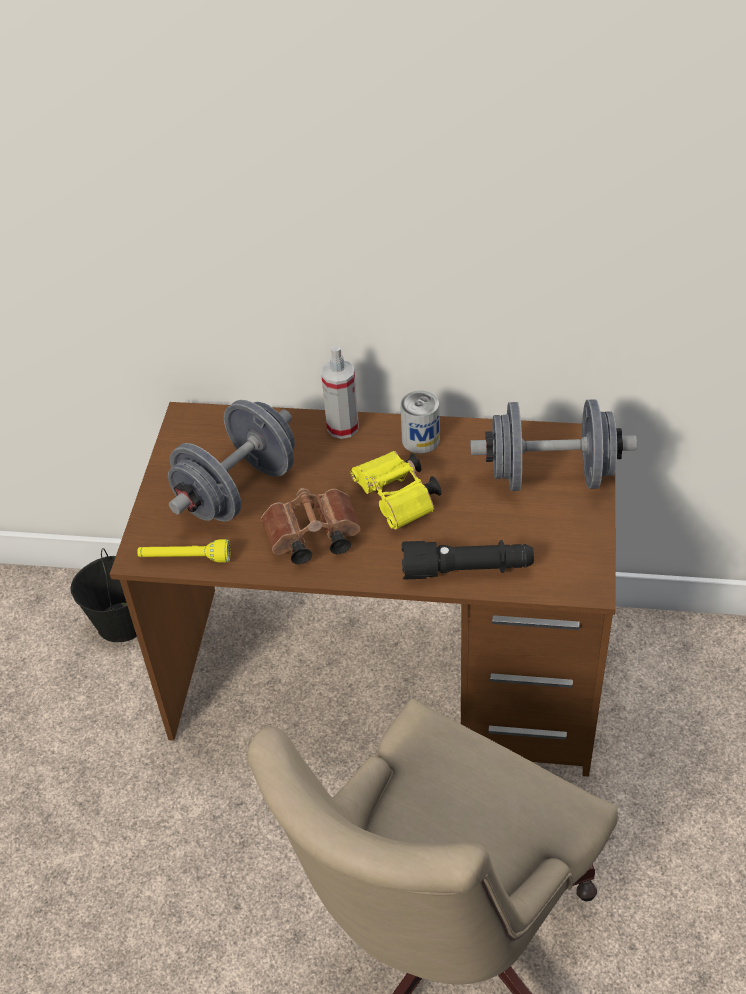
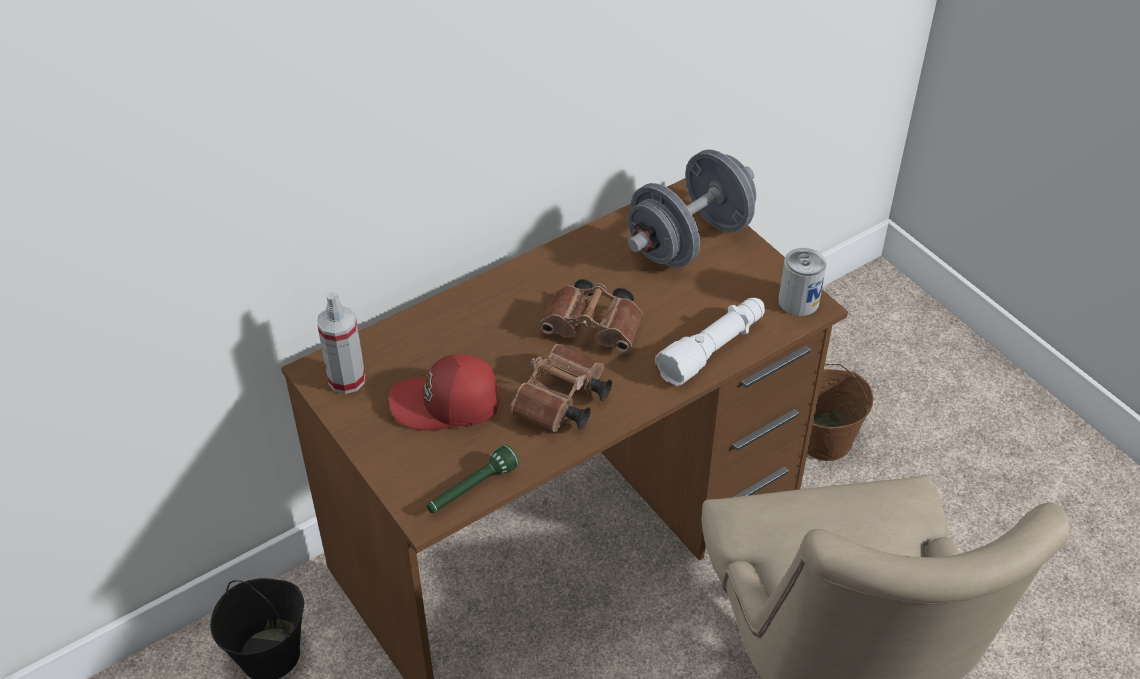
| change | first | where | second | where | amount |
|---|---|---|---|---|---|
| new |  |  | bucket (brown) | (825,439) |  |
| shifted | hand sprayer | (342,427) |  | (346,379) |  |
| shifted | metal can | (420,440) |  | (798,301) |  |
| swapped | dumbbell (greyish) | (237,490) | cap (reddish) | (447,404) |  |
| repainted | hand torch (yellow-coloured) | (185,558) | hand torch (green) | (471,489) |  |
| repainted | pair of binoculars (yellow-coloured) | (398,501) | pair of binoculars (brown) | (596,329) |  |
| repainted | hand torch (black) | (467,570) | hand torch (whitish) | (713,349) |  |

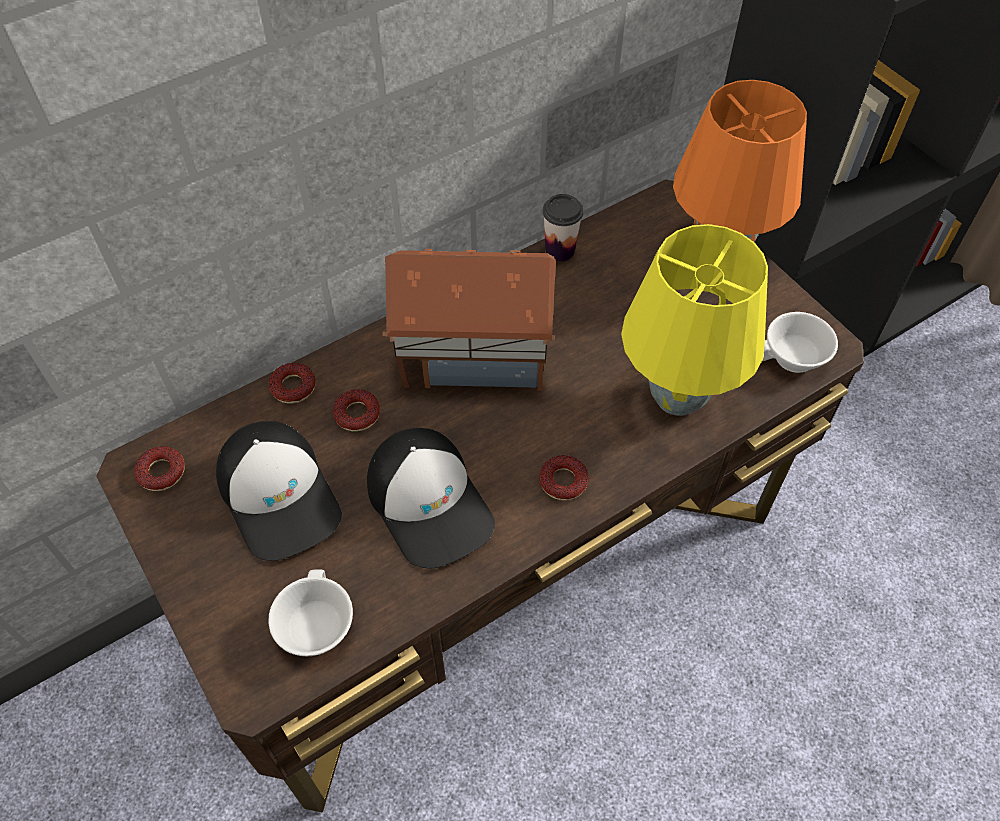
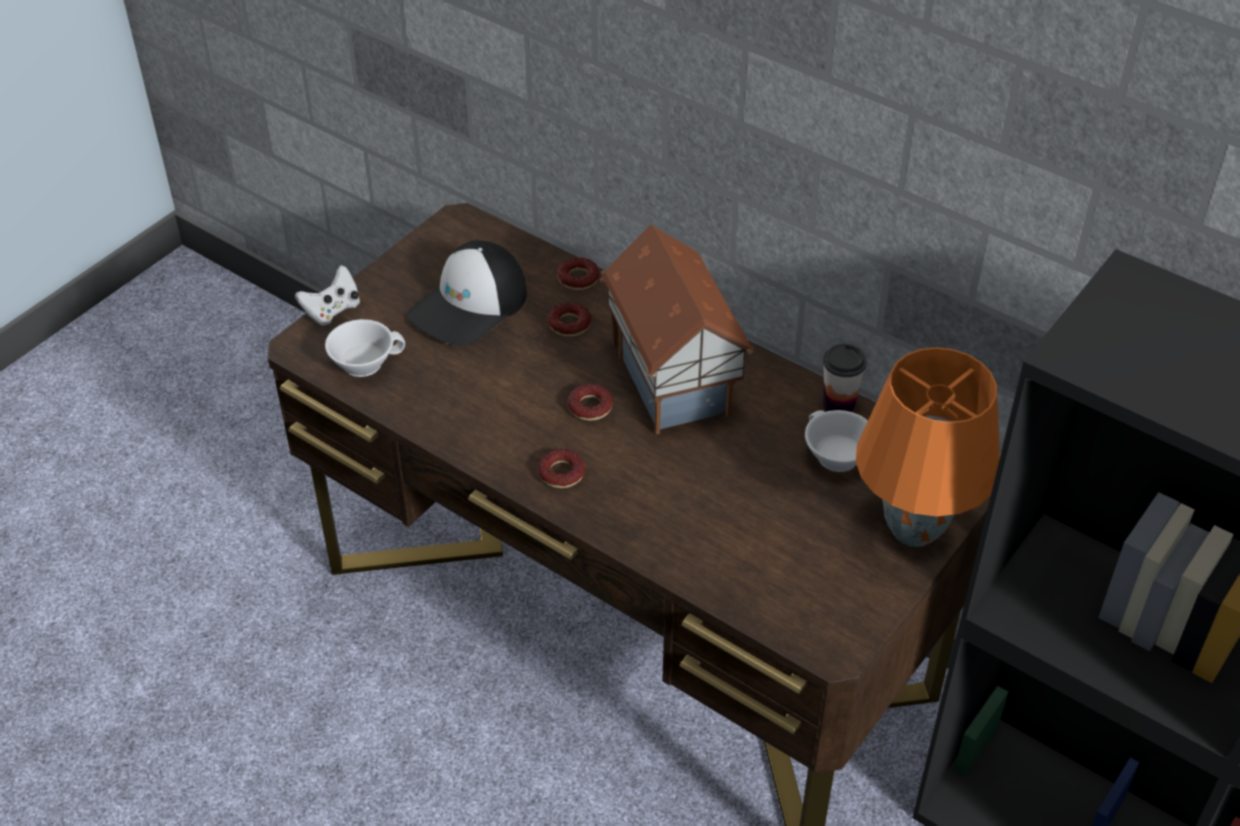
| change | first | where | second | where | amount |
|---|---|---|---|---|---|
| gone | cap | (430,502) |  |  |  |
| gone | tabletop lamp (yellow-coloured) | (678,397) |  |  |  |
| new |  |  | gamepad (whitish) | (332,310) |  |
| shifted | donut | (161,472) |  | (590,407) |  |
| shifted | small cup (whitish) | (793,359) |  | (834,456) |  |

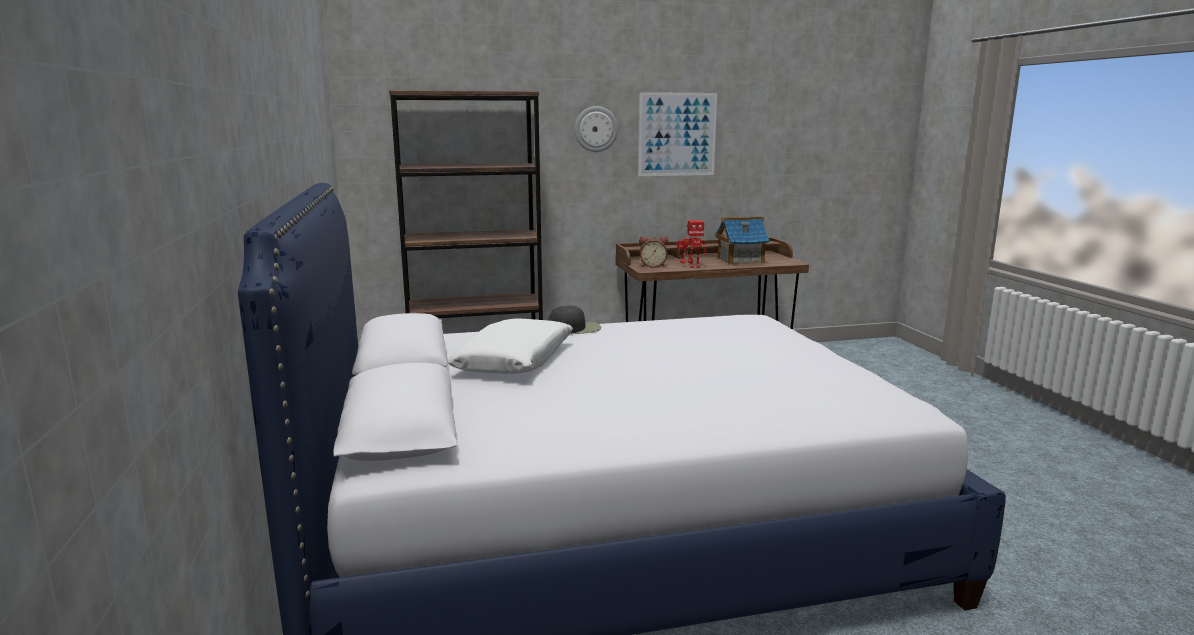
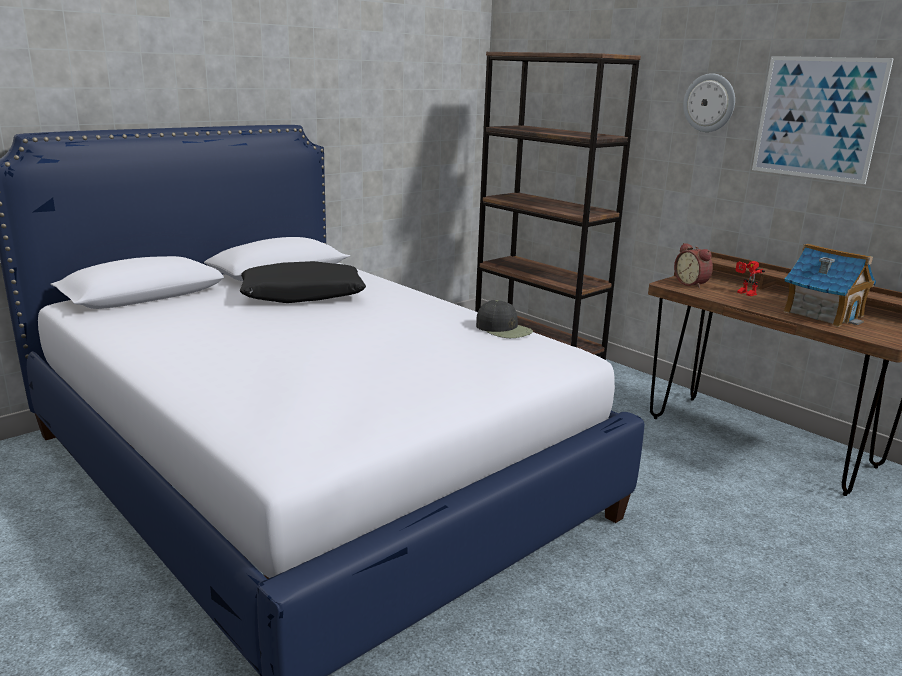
| change | first | where | second | where | amount |
|---|---|---|---|---|---|
| gone | model robot | (694,267) |  |  |  |
| shifted | cap (black) | (575,328) |  | (504,329) |  |
| repainted | pillow (whitish) | (515,360) | pillow (black) | (302,295) |  |

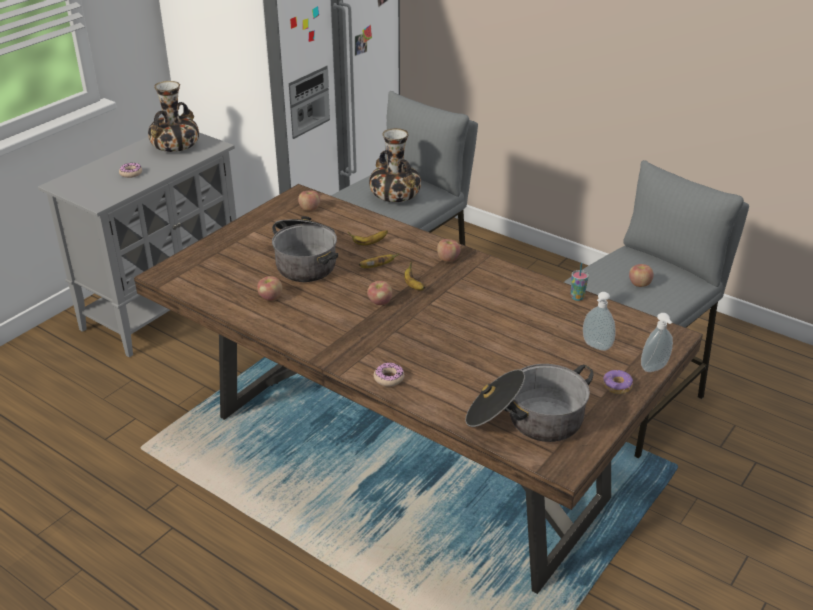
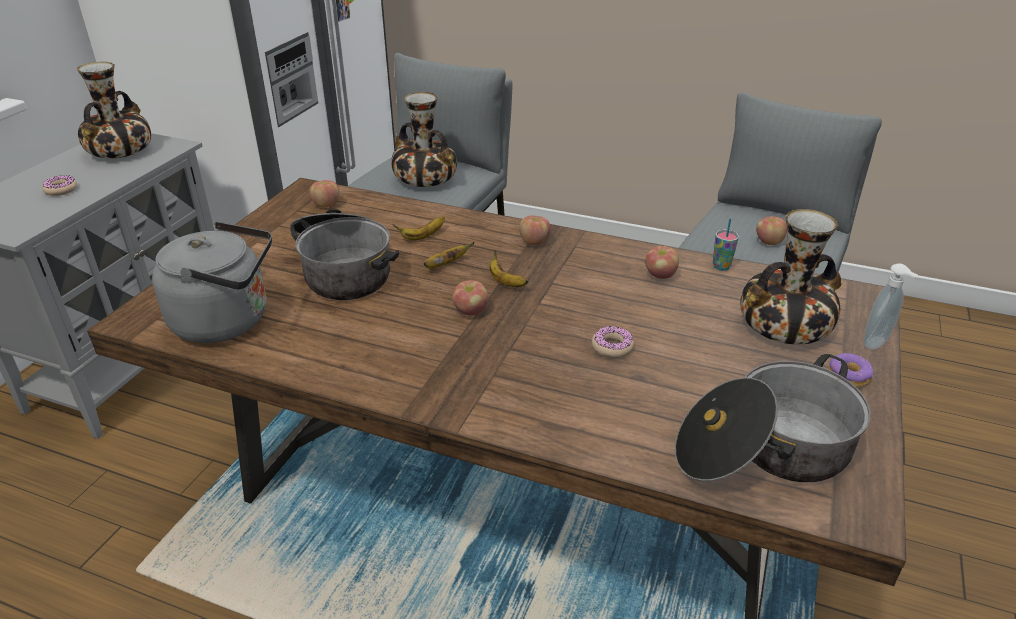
| change | first | where | second | where | amount |
|---|---|---|---|---|---|
| new |  |  | tea kettle (greyish) | (228,321) |  |
| shifted | apple | (270,298) |  | (660,275) |  |
| shifted | donut | (389,378) |  | (612,347) |  |
| swapped | soap bottle | (595,347) | decorative vase | (785,326) |  |

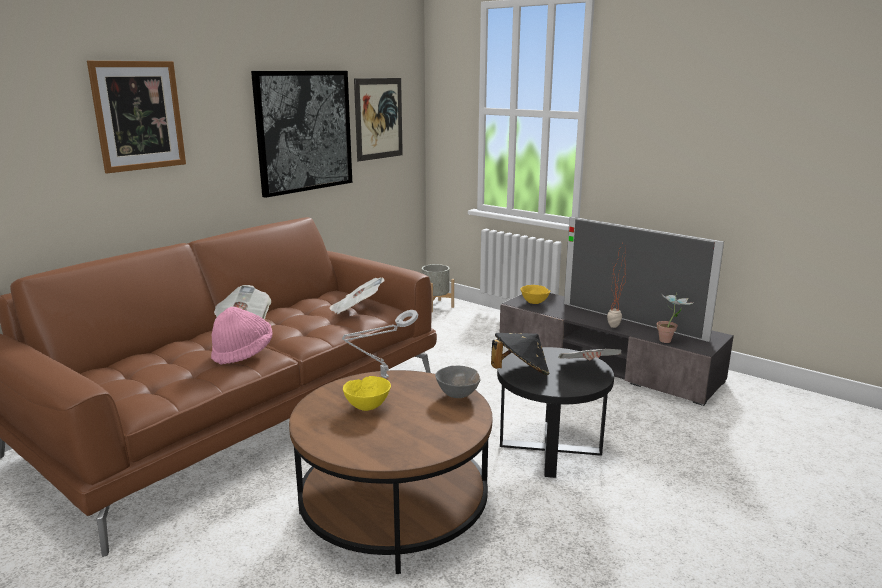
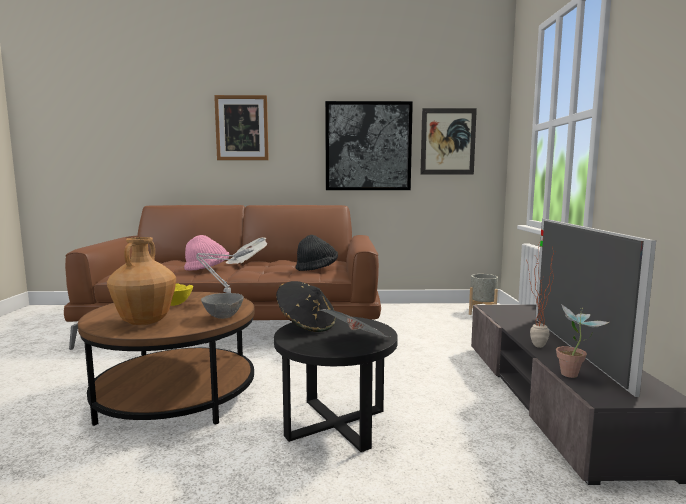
| change | first | where | second | where | amount |
|---|---|---|---|---|---|
| gone | serving bowl (yellow-coloured) | (534,303) |  |  |  |
| new |  |  | decorative vase (brown) | (145,322) |  |
| swapped | daily paper | (356,309) | wearable hat (black) | (317,268) |  |

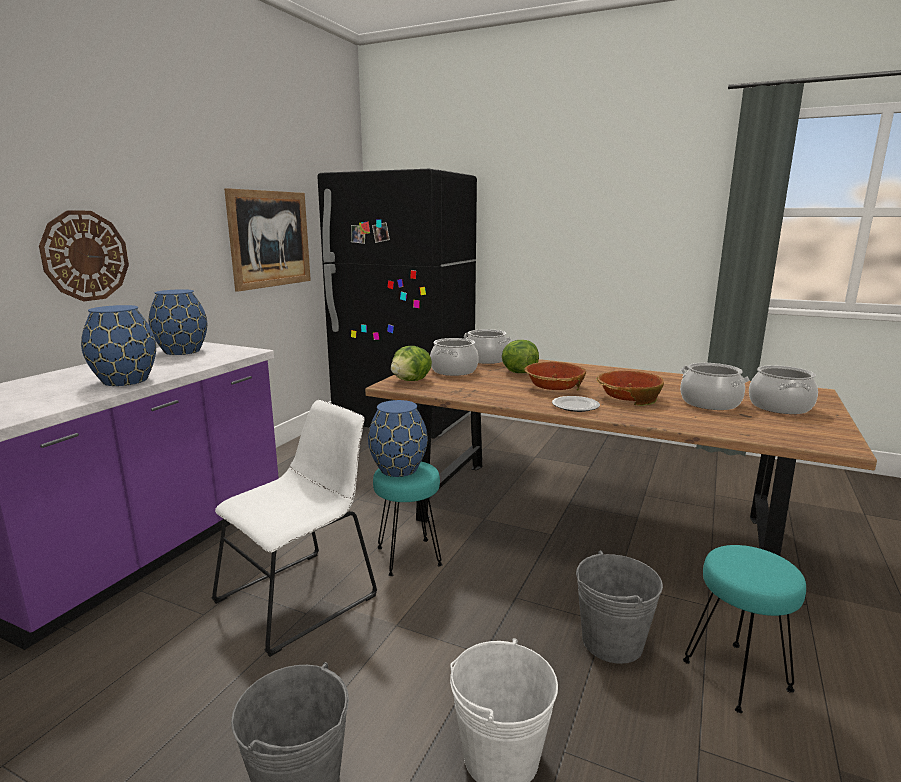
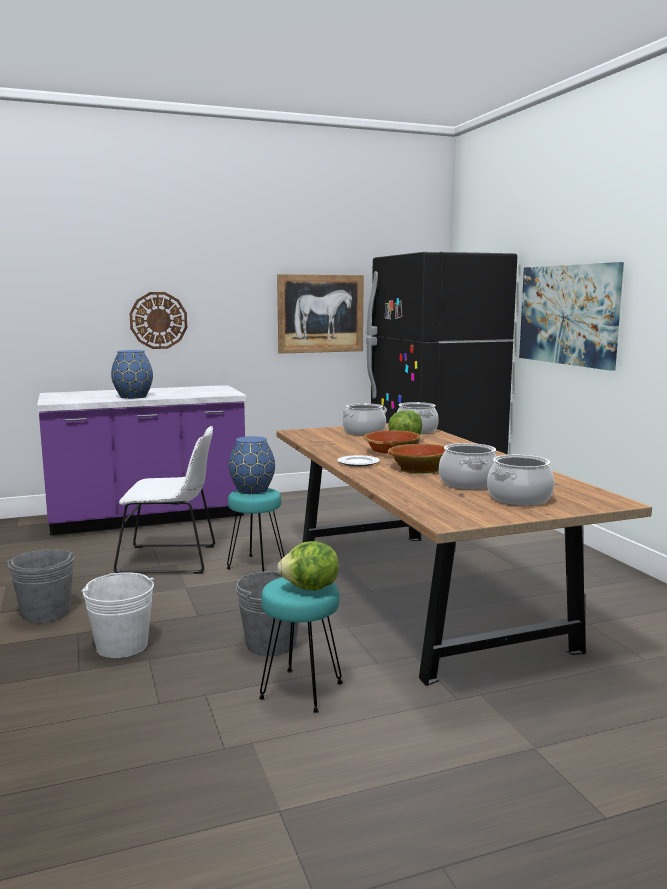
| change | first | where | second | where | amount |
|---|---|---|---|---|---|
| gone | decorative vase (blue) | (182,351) |  |  |  |
| new |  |  | picture | (568,314) |  |
| shifted | lettuce head | (411,381) |  | (310,589) |  |

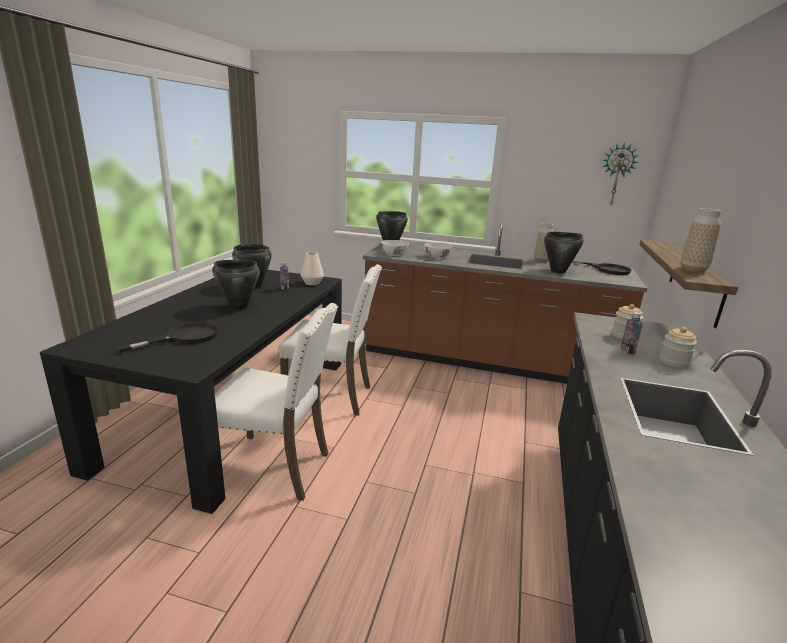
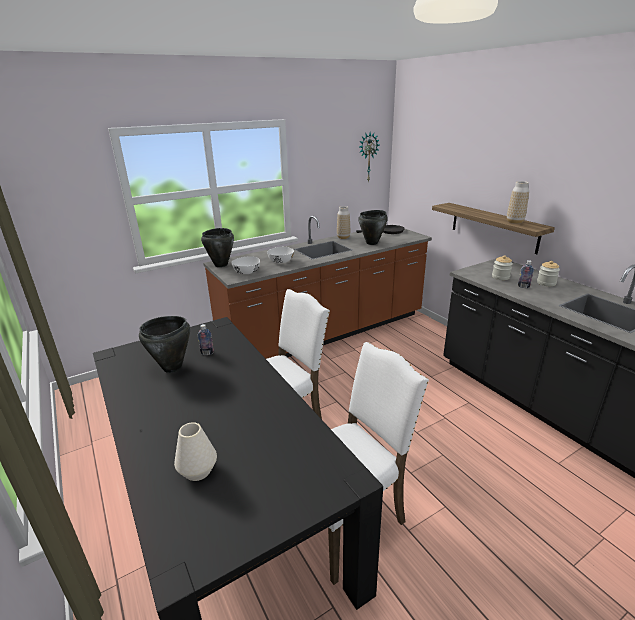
| change | first | where | second | where | amount |
|---|---|---|---|---|---|
| gone | frying pan (black) | (185,337) |  |  |  |
| gone | cooking pot (black) | (238,307) |  |  |  |
| shifted | decorative vase (whitish) | (312,283) |  | (198,470) |  |

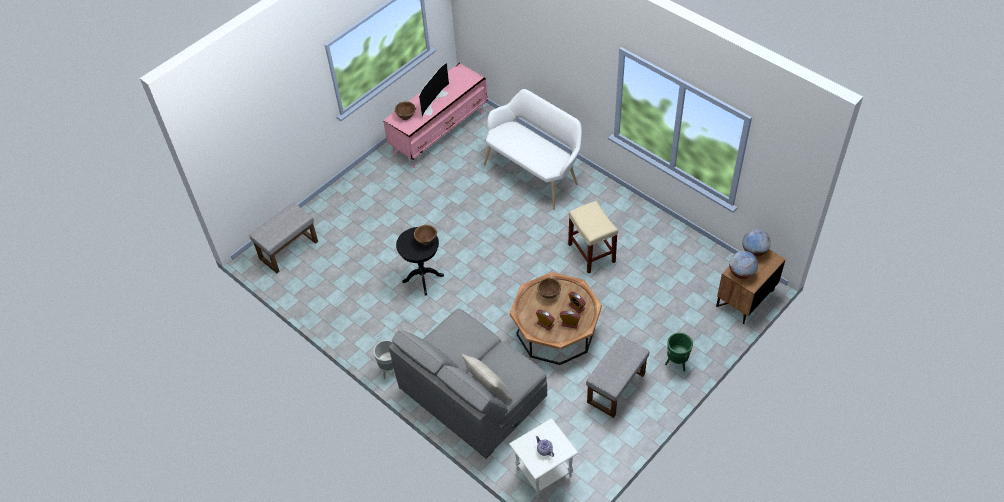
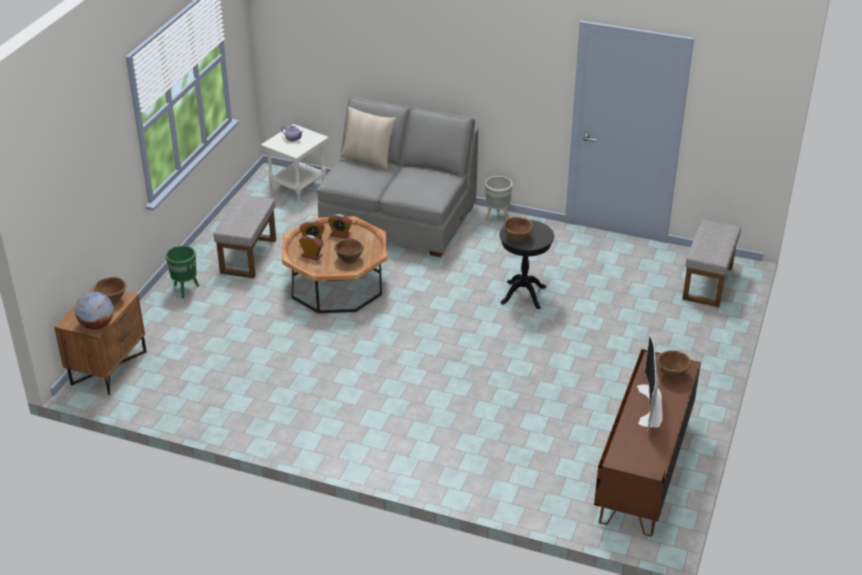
| change | first | where | second | where | amount |
|---|---|---|---|---|---|
| gone | bench (whitish) | (534,173) |  |  |  |
| gone | sitting stool (beige-coloured) | (592,253) |  |  |  |
| swapped | world globe | (741,273) | serving bowl (brown) | (112,299) |  |
| repainted | tv unit (pink-coloured) | (439,133) | tv unit (brown) | (643,470) |  |

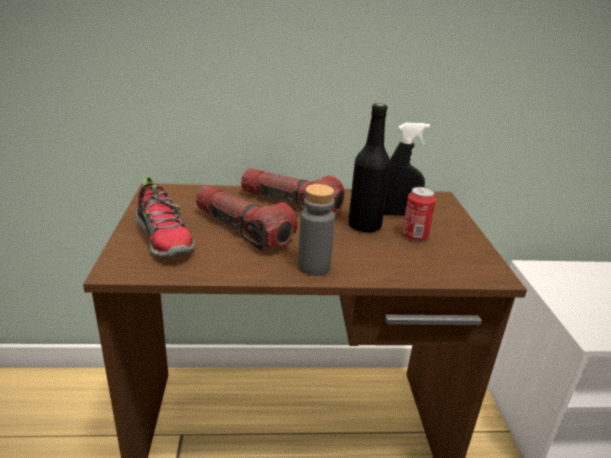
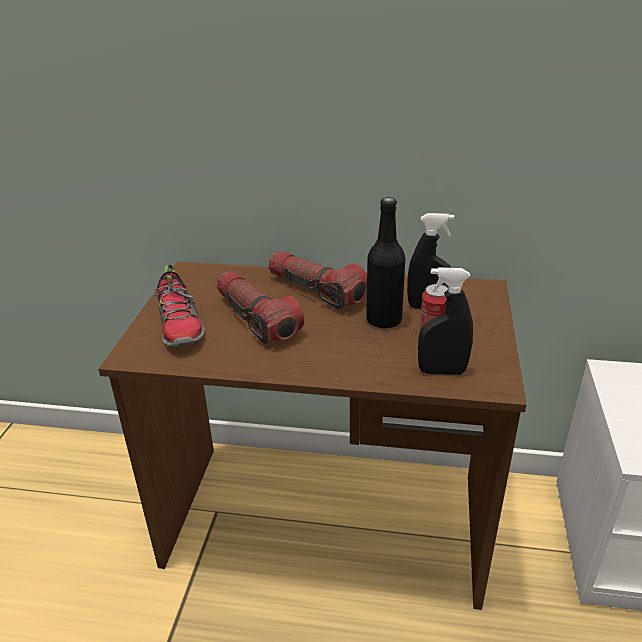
| change | first | where | second | where | amount |
|---|---|---|---|---|---|
| gone | beverage bottle (greyish) | (314,266) |  |  |  |
| new |  |  | hand sprayer (black) | (442,371) |  |

